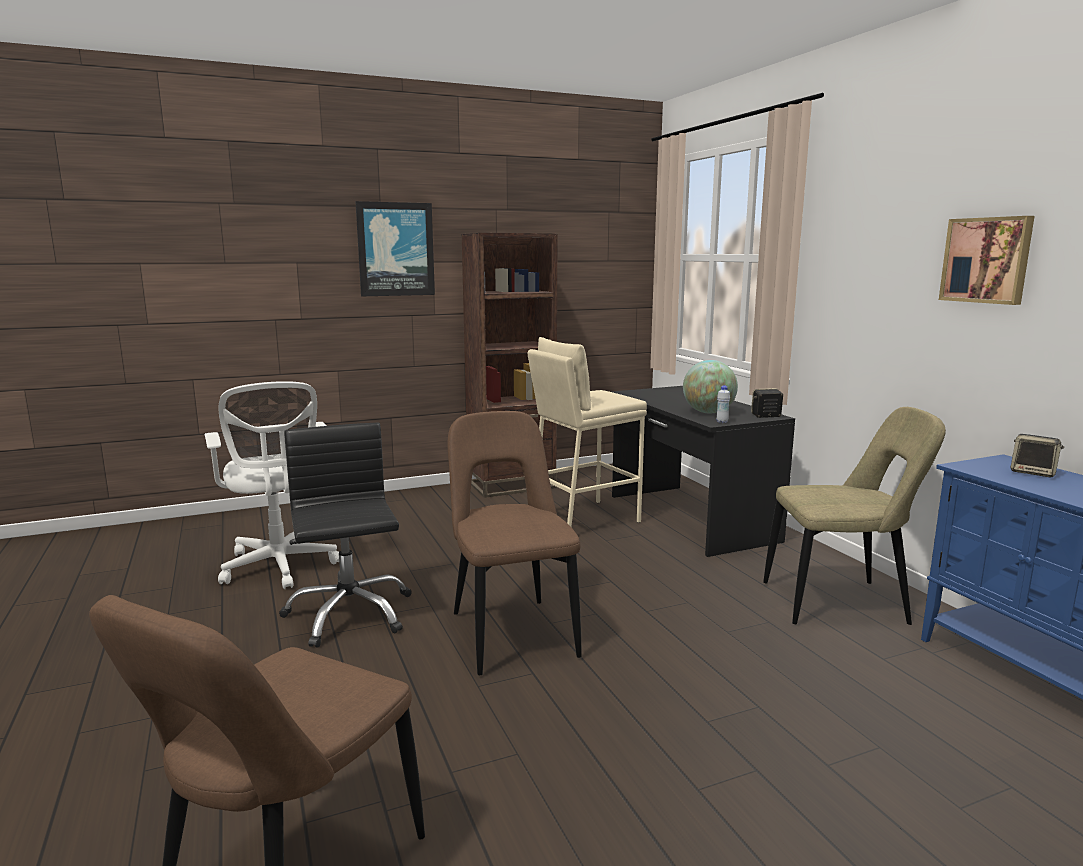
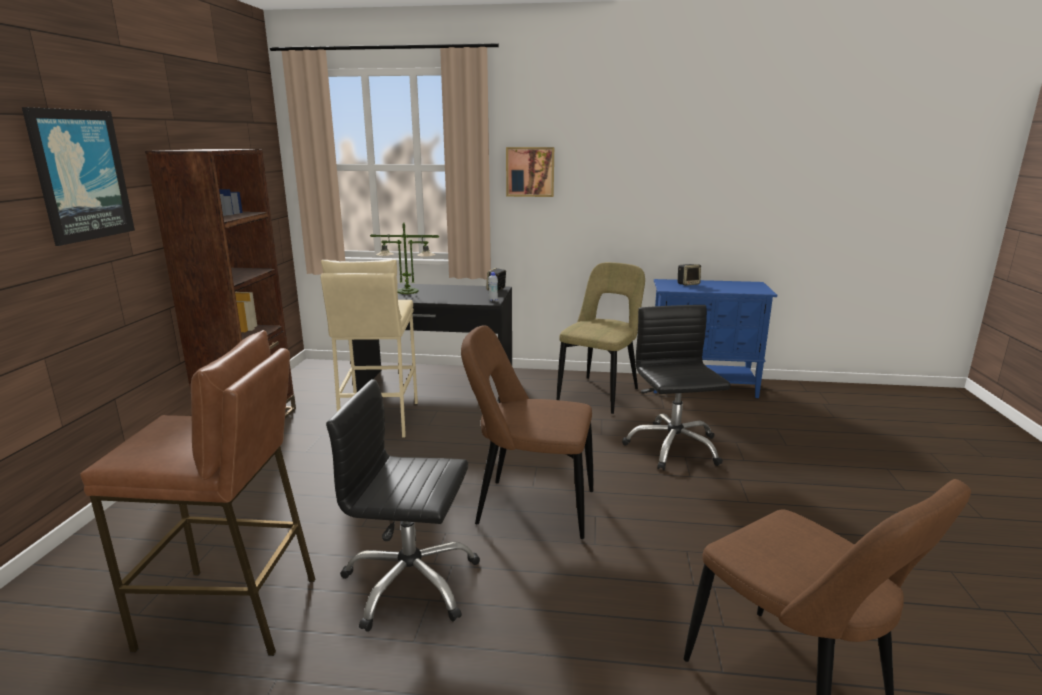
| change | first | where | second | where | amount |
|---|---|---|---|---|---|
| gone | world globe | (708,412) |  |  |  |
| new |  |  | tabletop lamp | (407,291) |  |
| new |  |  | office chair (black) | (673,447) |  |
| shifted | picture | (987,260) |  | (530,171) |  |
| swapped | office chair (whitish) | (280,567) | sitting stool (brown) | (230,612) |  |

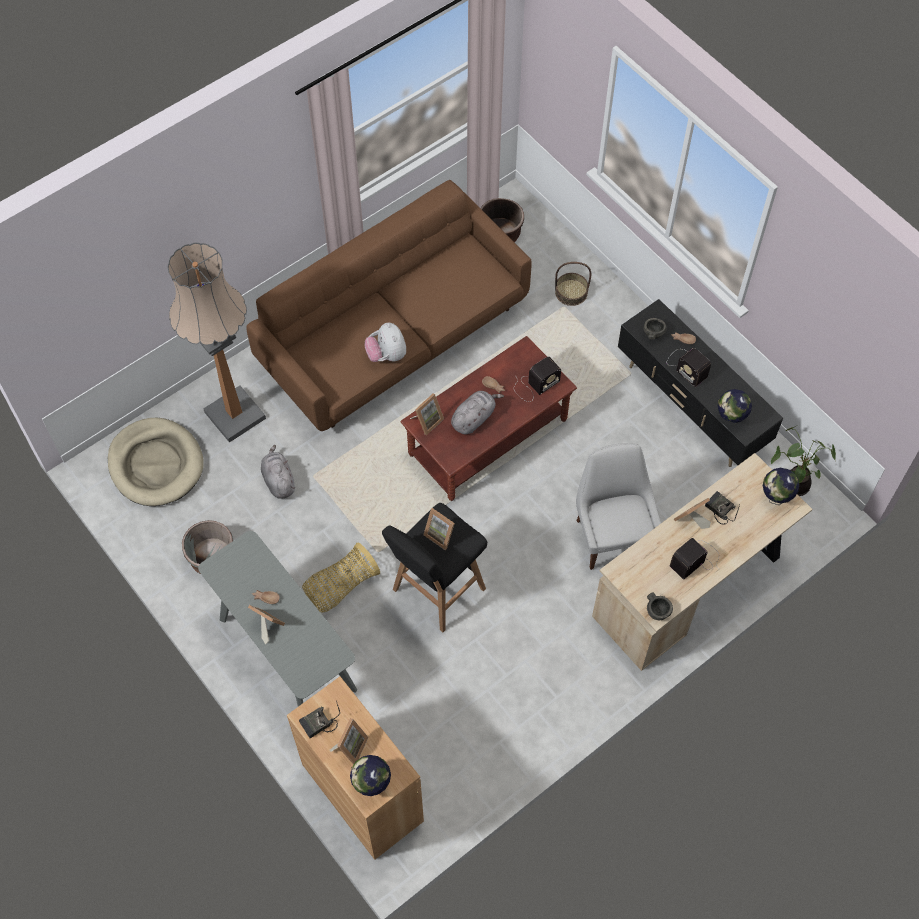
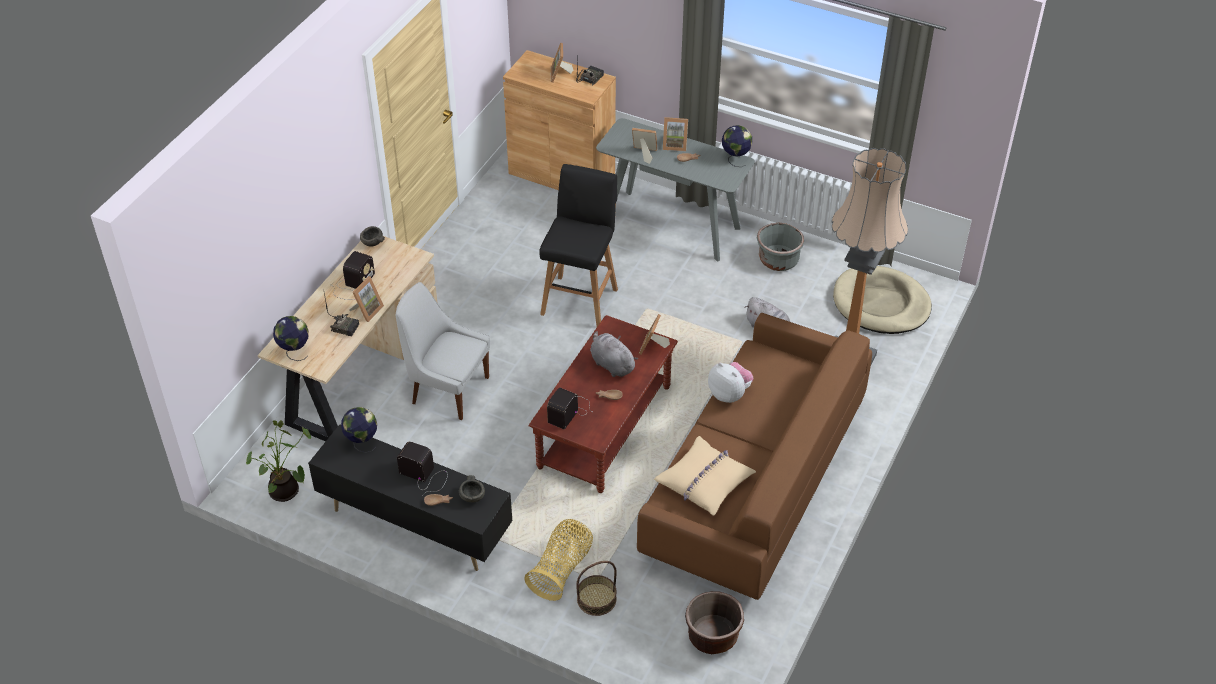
| change | first | where | second | where | amount |
|---|---|---|---|---|---|
| new |  |  | pillow (beige-coloured) | (704,481) |  |
| shifted | household basket | (340,587) |  | (561,569) |  |
| shifted | world globe | (372,784) |  | (735,159) |  |
| shifted | photo frame | (441,534) |  | (644,154) |  |
| rotated | cuddly toy (greyish) | (474,418) |  | (611,364) | 120 degrees clockwise |
| rotated | upright chair (whitish) | (613,535) |  | (447,389) | 150 degrees clockwise |

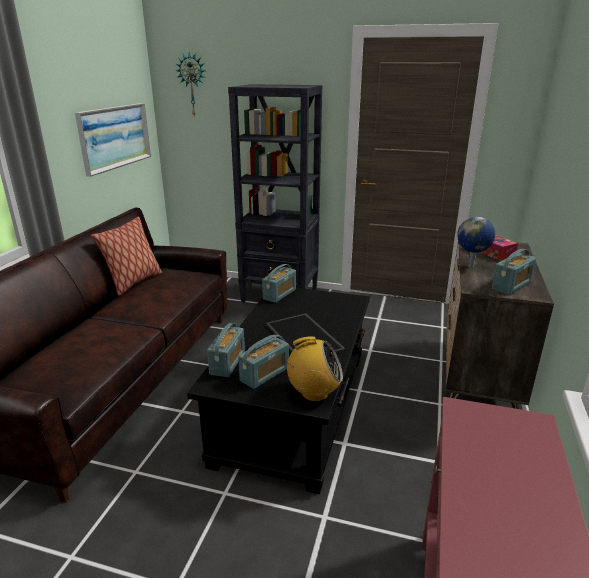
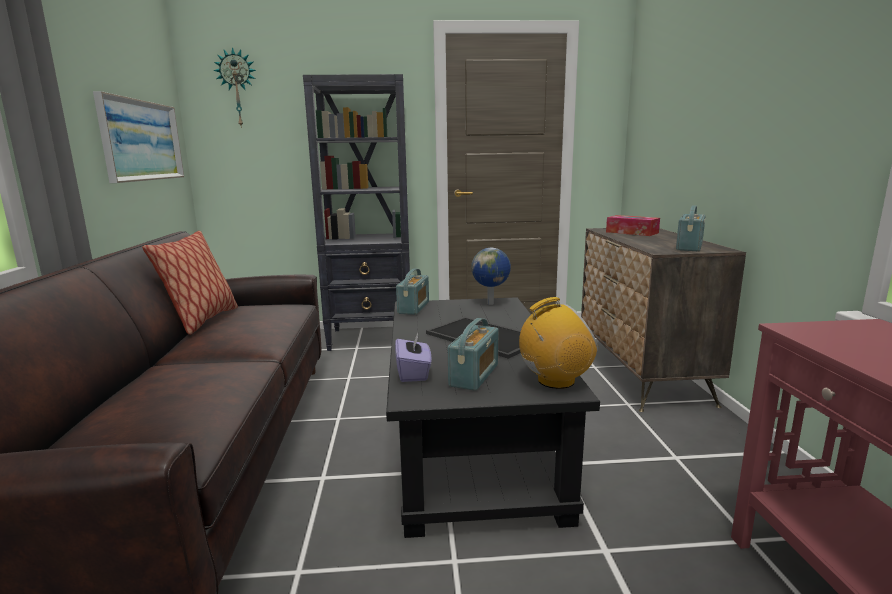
| change | first | where | second | where | amount |
|---|---|---|---|---|---|
| shifted | world globe | (471,266) |  | (491,303) |  |
| swapped | radio receiver | (227,363) | tissue box (purple-coloured) | (413,373) |  |

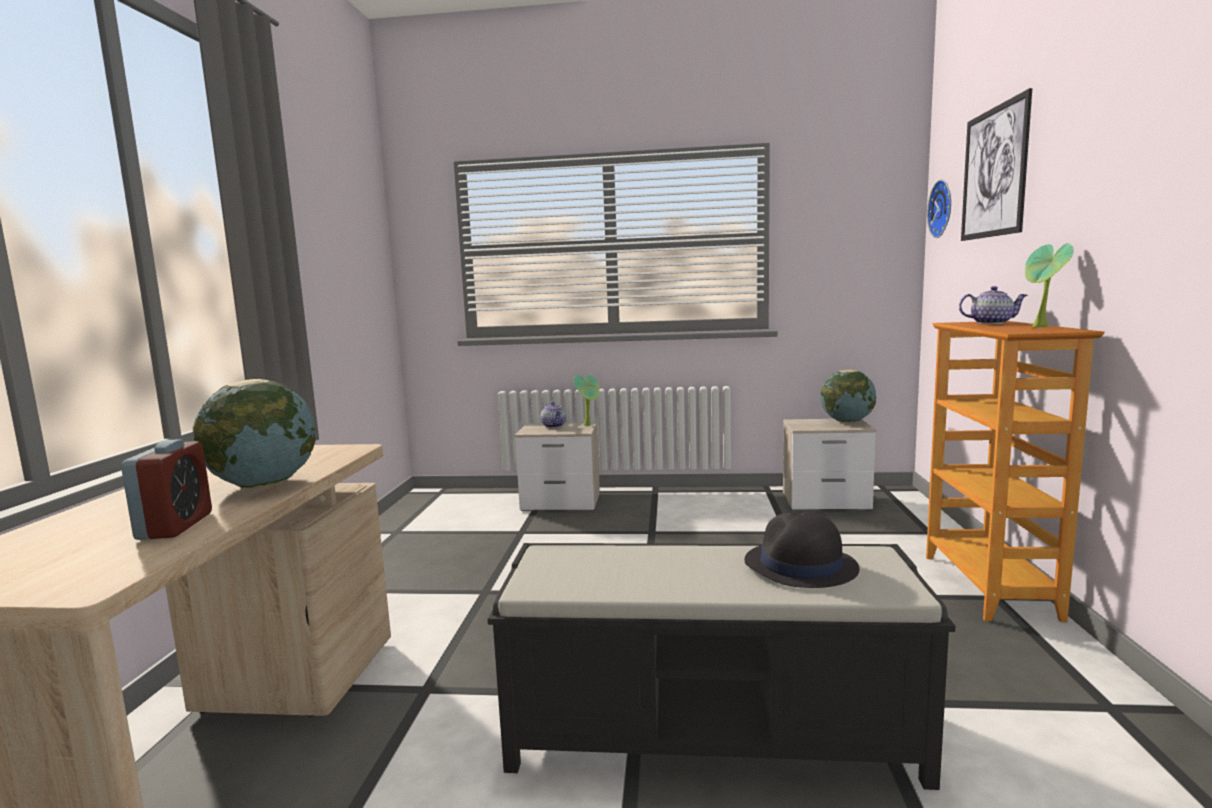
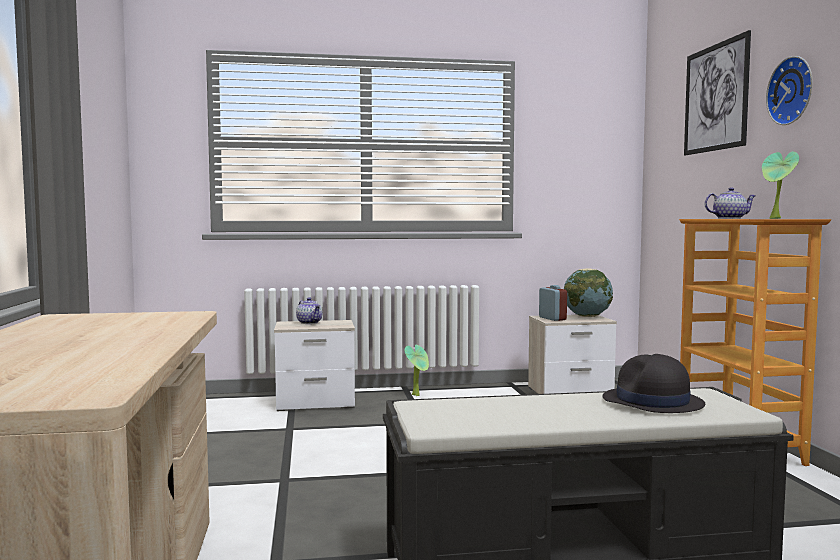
| change | first | where | second | where | amount |
|---|---|---|---|---|---|
| gone | world globe | (264,485) |  |  |  |
| shifted | table clock | (175,526) |  | (552,318) |  |
| shifted | houseplant | (589,425) |  | (417,395) |  |
| shifted | clock on the wall | (943,208) |  | (793,91) |  |

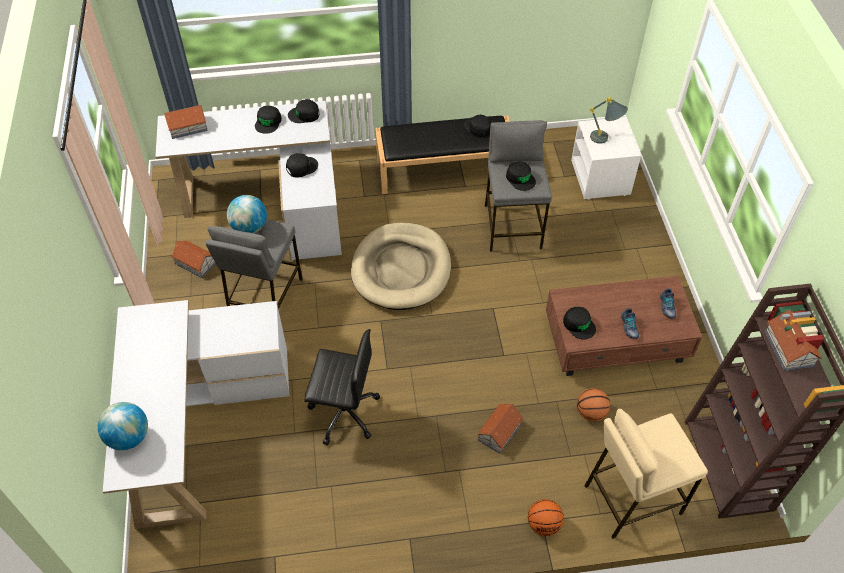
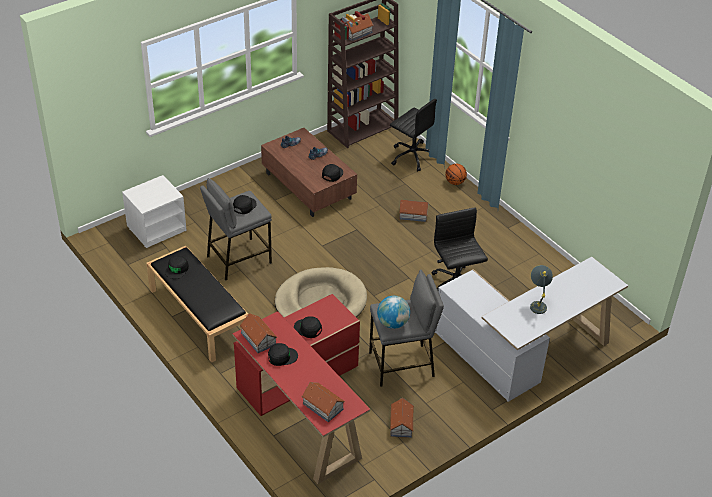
| change | first | where | second | where | amount |
|---|---|---|---|---|---|
| gone | world globe | (129,437) |  |  |  |
| gone | basketball ball | (591,412) |  |  |  |
| shifted | tabletop lamp (greyish) | (605,139) |  | (537,303) |  |
| swapped | cap (black) | (304,115) | model house | (258,338) |  |
| swapped | sitting stool (beige-coloured) | (631,498) | office chair (black) | (412,156) |  |
| repainted | desk table (whitish) | (272,202) | desk table (reddish) | (305,407) |  |

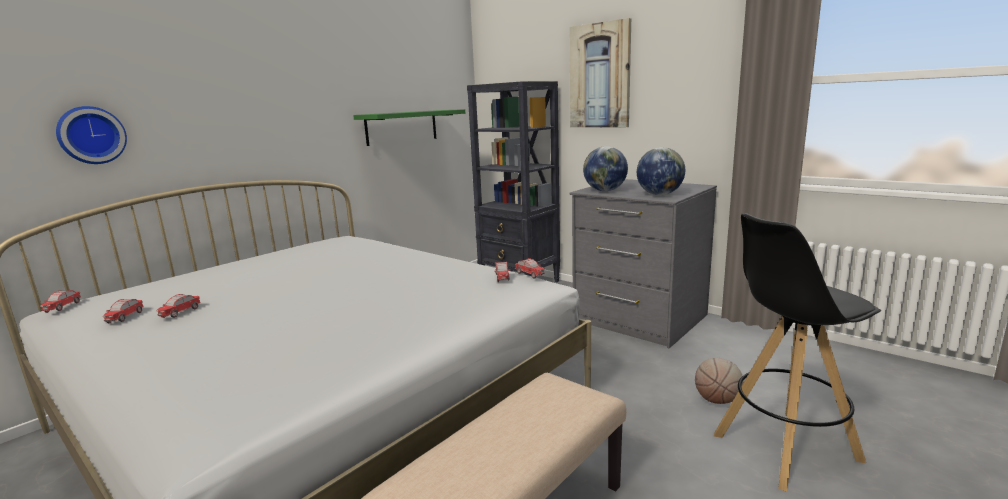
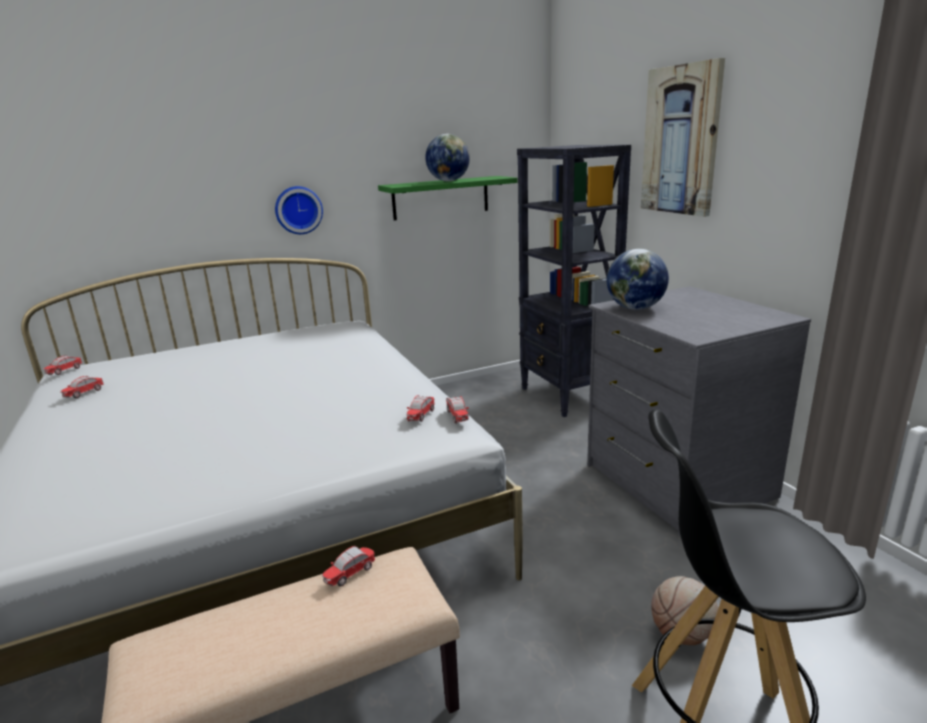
| change | first | where | second | where | amount |
|---|---|---|---|---|---|
| shifted | clock on the wall | (91,135) |  | (298,210) |  |
| shifted | toy car | (181,313) |  | (351,574) |  |
| shifted | world globe | (659,194) |  | (448,181) |  |

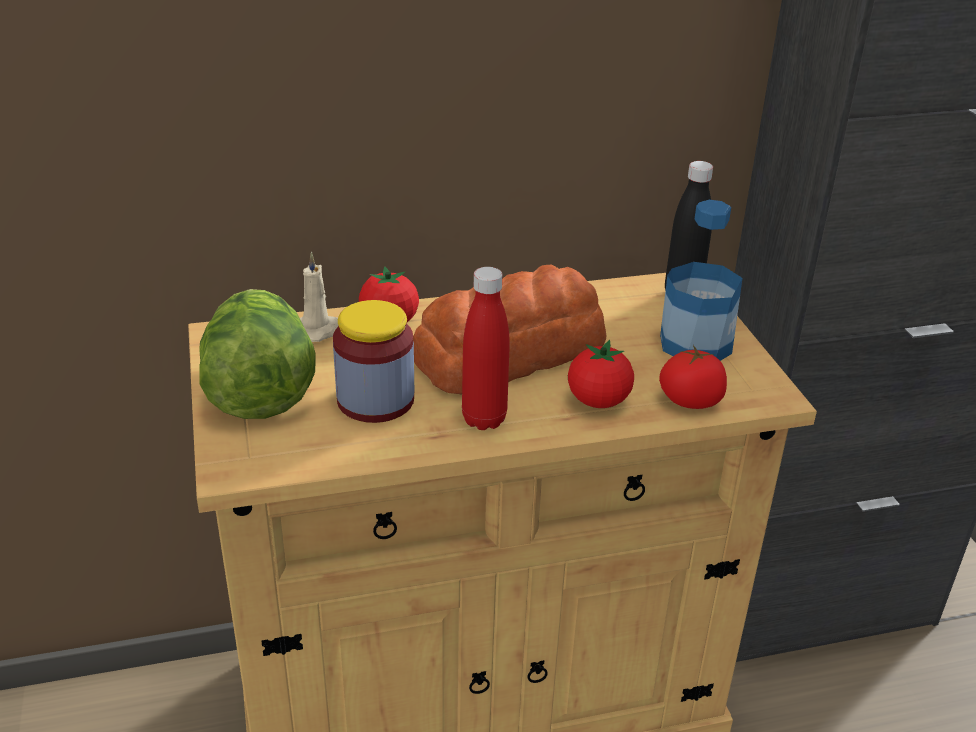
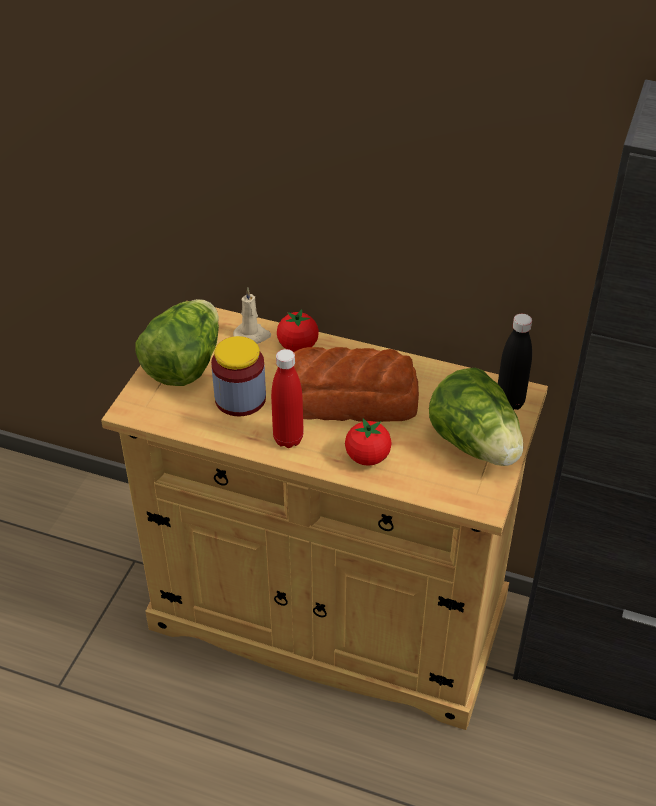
| change | first | where | second | where | amount |
|---|---|---|---|---|---|
| gone | fresh tomato | (691,400) |  |  |  |
| swapped | beverage bottle | (695,344) | lettuce head | (475,444) |  |

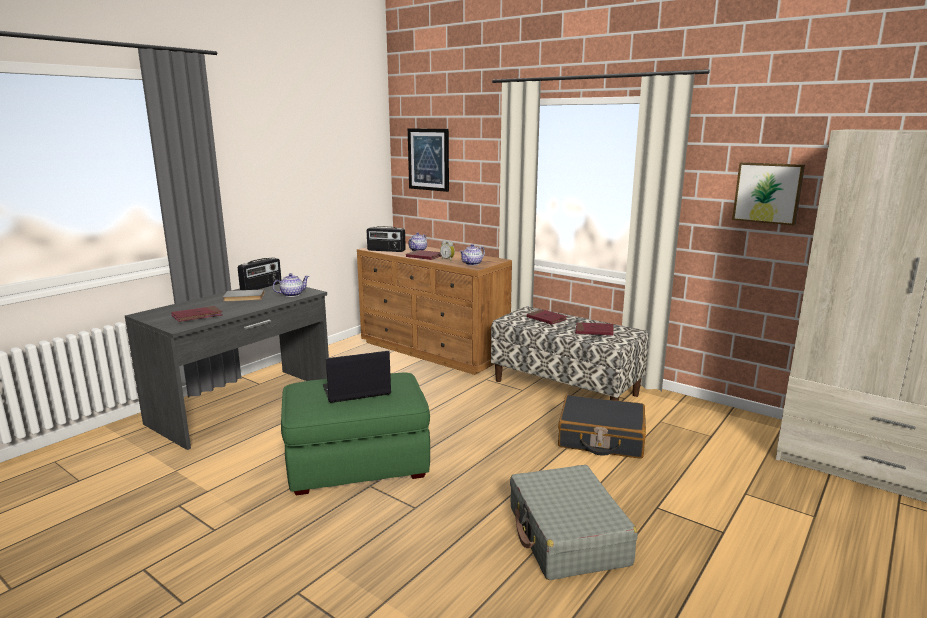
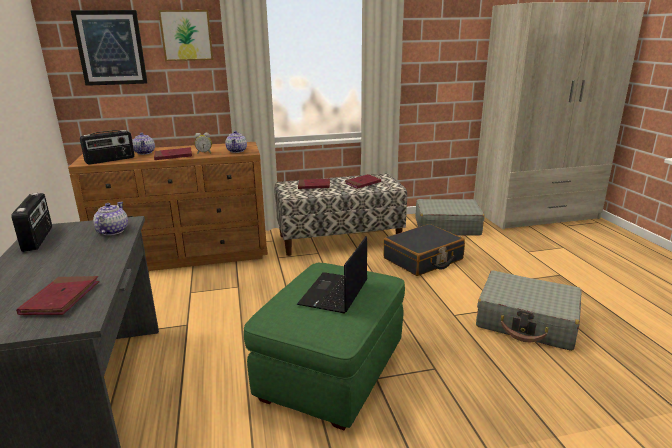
| change | first | where | second | where | amount |
|---|---|---|---|---|---|
| gone | book (greyish) | (244,297) |  |  |  |
| new |  |  | travel case (greyish) | (446,226) |  |
| shifted | picture | (768,193) |  | (186,35) |  |

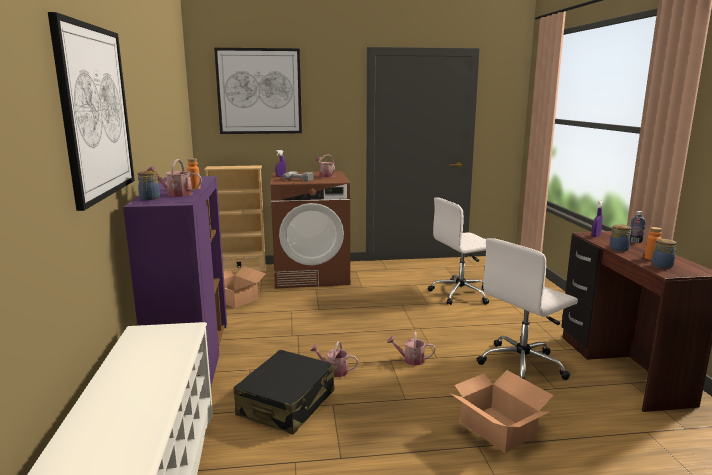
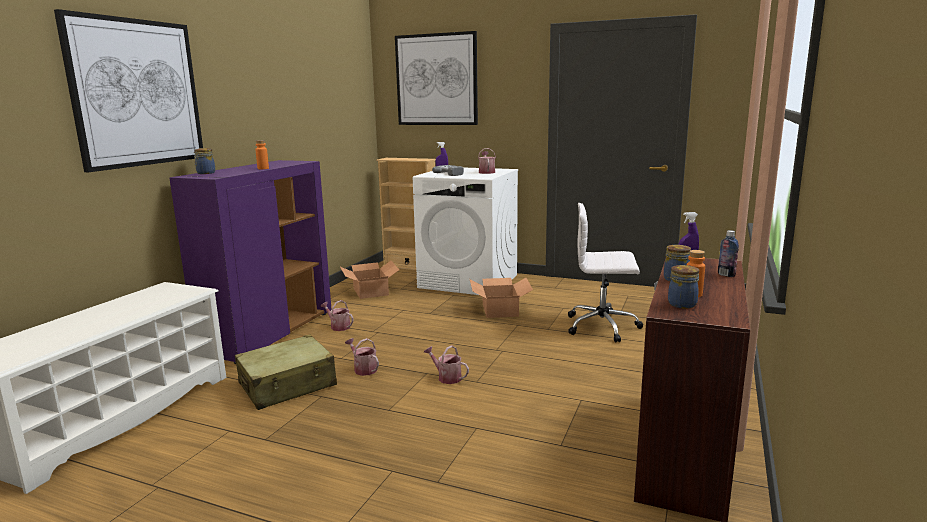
| change | first | where | second | where | amount |
|---|---|---|---|---|---|
| gone | office chair (whitish) | (522,364) |  |  |  |
| shifted | watering can | (176,194) |  | (338,326) |  |
| shifted | carton | (497,429) |  | (499,310) |  |
| repainted | travel case (black) | (287,403) | travel case (beige-coloured) | (288,385) |  |
| repainted | washing machine (brown) | (311,275) | washing machine (whitish) | (469,281) |  |

